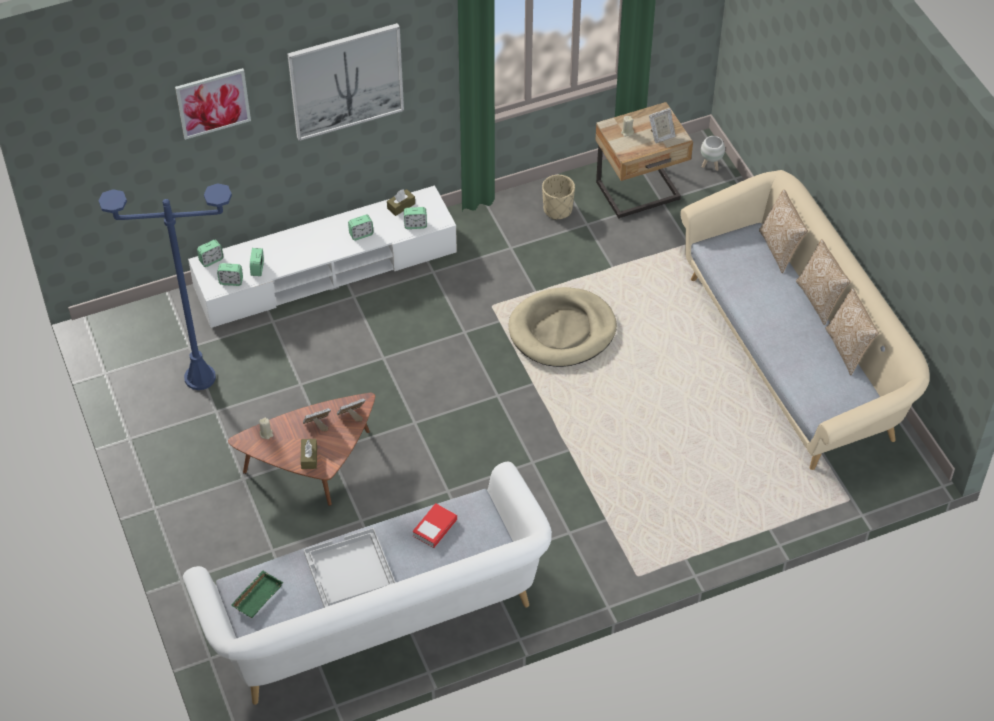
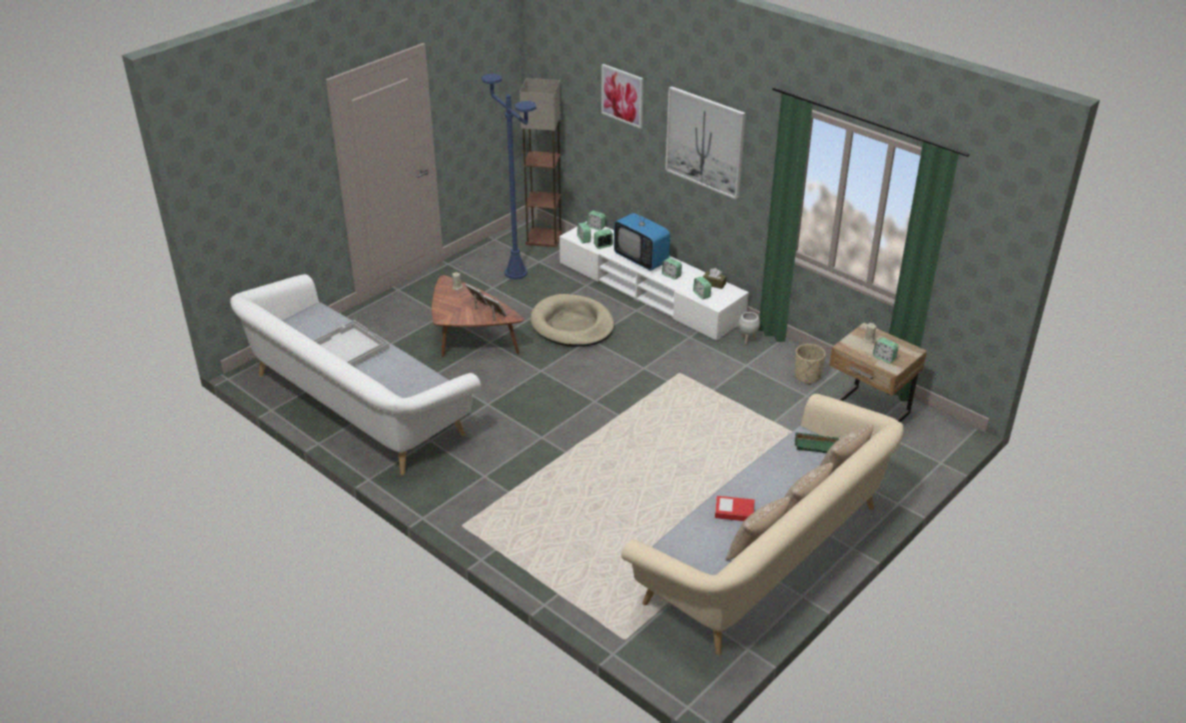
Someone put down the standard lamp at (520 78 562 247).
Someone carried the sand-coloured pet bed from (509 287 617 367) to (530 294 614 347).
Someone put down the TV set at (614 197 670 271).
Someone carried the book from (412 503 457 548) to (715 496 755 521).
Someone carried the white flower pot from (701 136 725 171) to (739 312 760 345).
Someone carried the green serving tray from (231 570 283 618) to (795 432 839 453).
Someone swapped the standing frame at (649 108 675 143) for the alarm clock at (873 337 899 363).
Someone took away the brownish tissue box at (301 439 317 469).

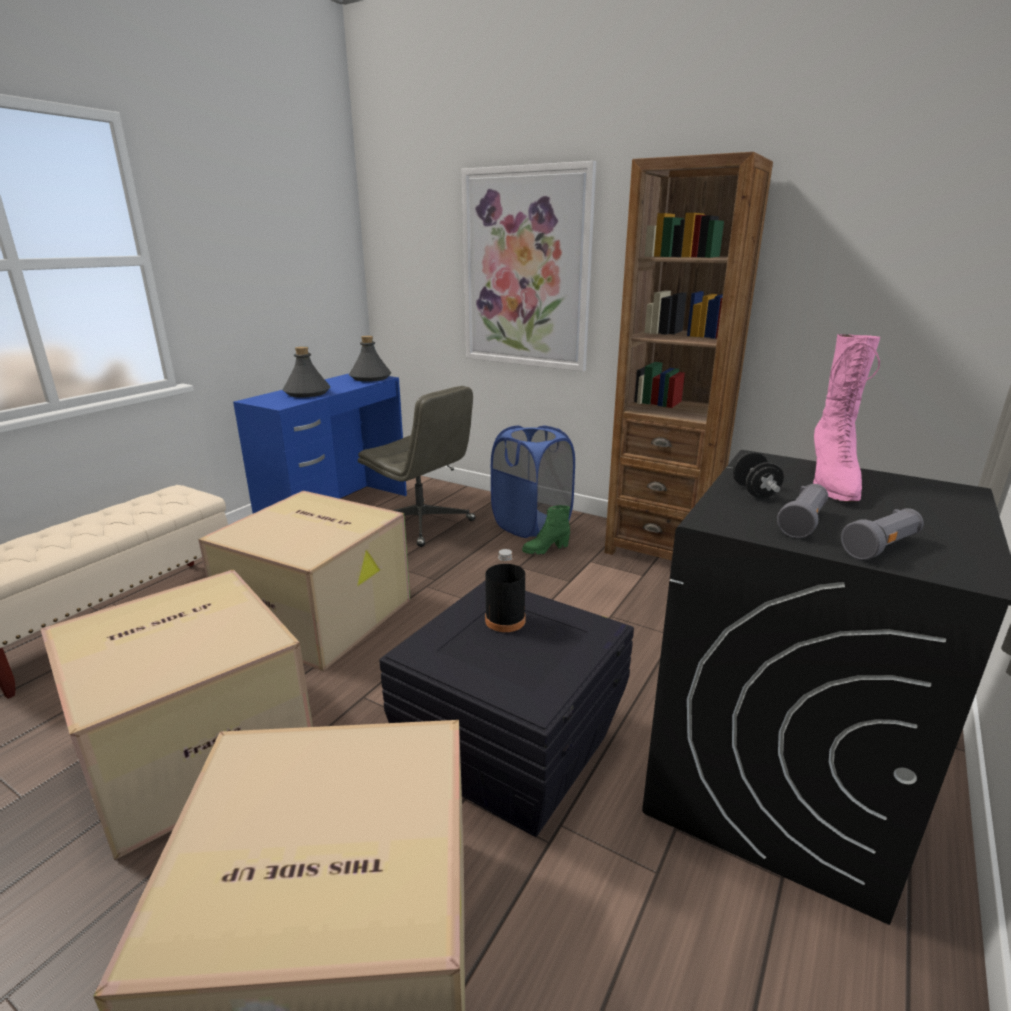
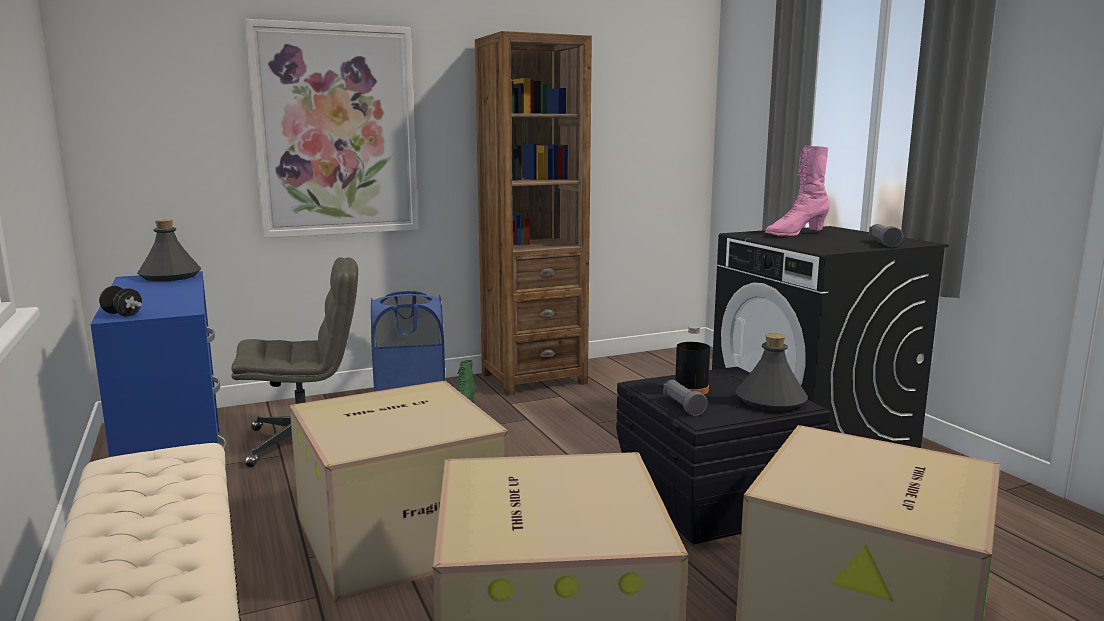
Someone carried the blackish hand weight from (733 452 784 498) to (99 286 142 317).
Someone carried the greyish hand torch from (777 484 828 538) to (663 380 707 416).
Someone carried the greyish beverage bottle from (283 346 330 398) to (736 334 808 411).
Someone rotated the pink-coloured tall boot at (813 334 881 502) by 105 degrees clockwise.

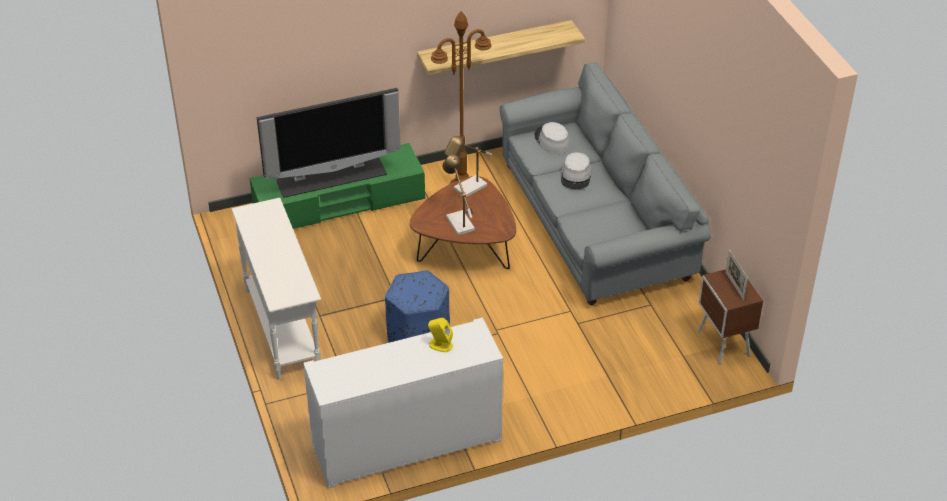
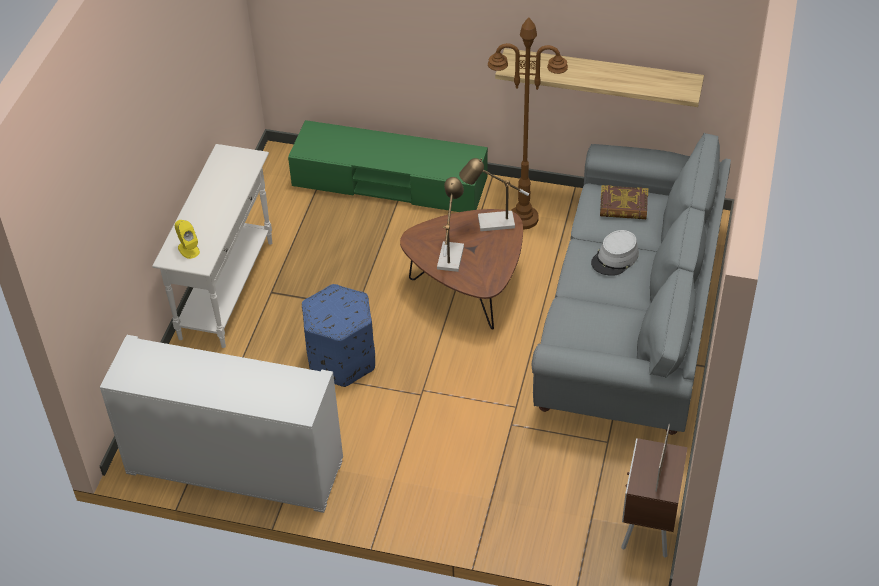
Someone carried the yellow-coloured audio speaker from (428 318 453 352) to (175 220 200 259).
Someone swapped the greyish clothing hat at (534 122 570 154) for the book at (600 185 648 219).
Someone took away the TV set at (257 88 401 198).

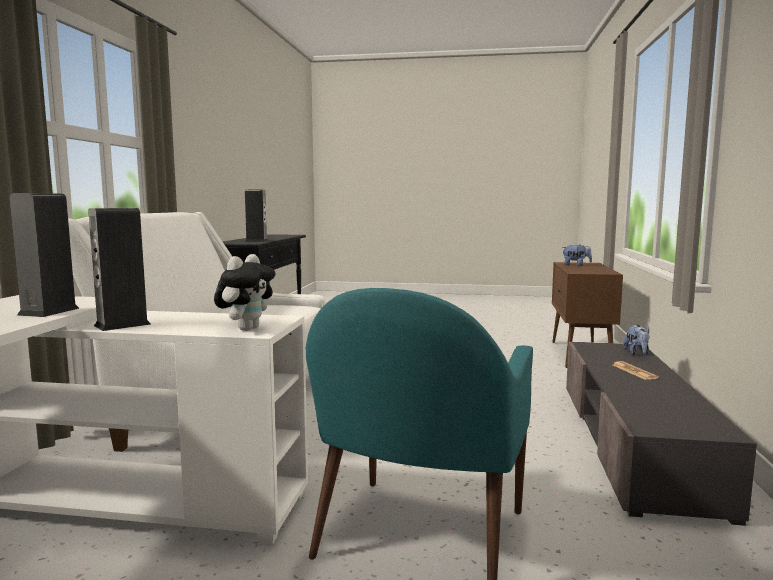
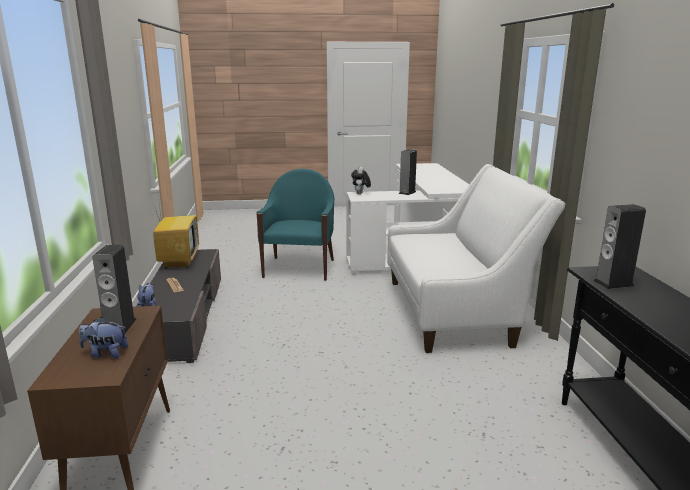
Someone carried the audio speaker from (9 193 79 317) to (92 245 137 334).
Someone put down the TV set at (153 195 199 269).

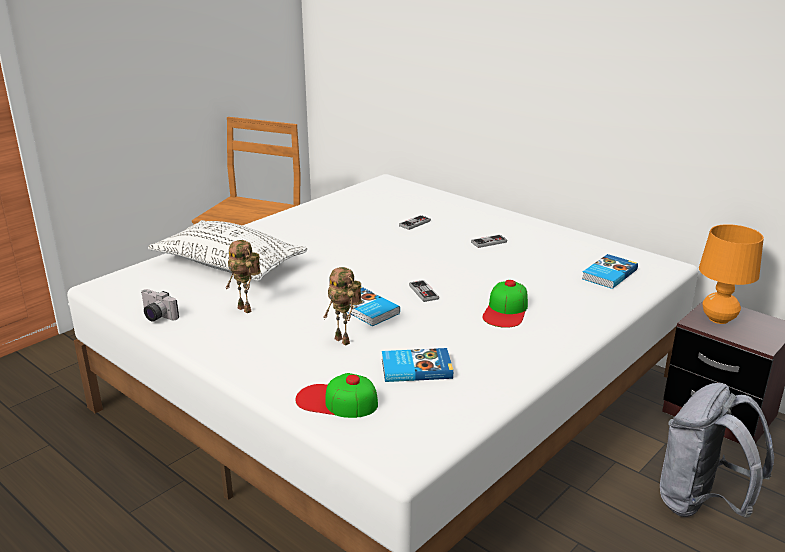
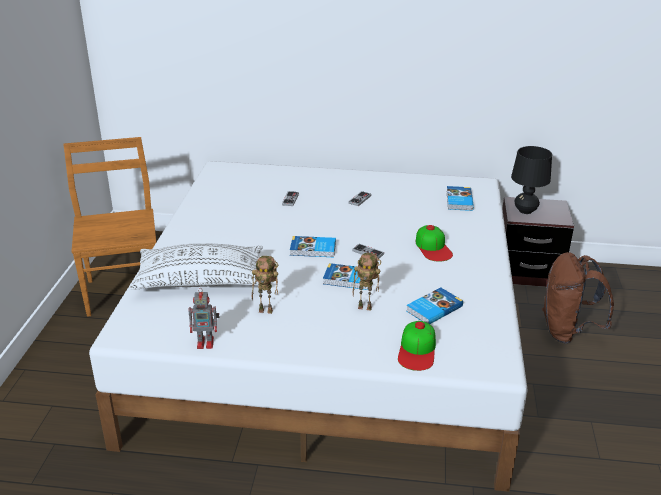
Someone swapped the photo camera at (141 289 179 322) for the robot figure at (188 288 219 349).
Someone put down the book at (290 236 336 257).
Someone rotated the peaked cap at (295 373 378 418) by 60 degrees counterclockwise.
Someone repainted the orange-coloured tabletop lamp at (699 224 764 324), which became the blackish tabletop lamp at (511 146 552 214).
Someone repainted the greyish knapsack at (660 383 774 518), which became the brownish knapsack at (542 252 614 344).

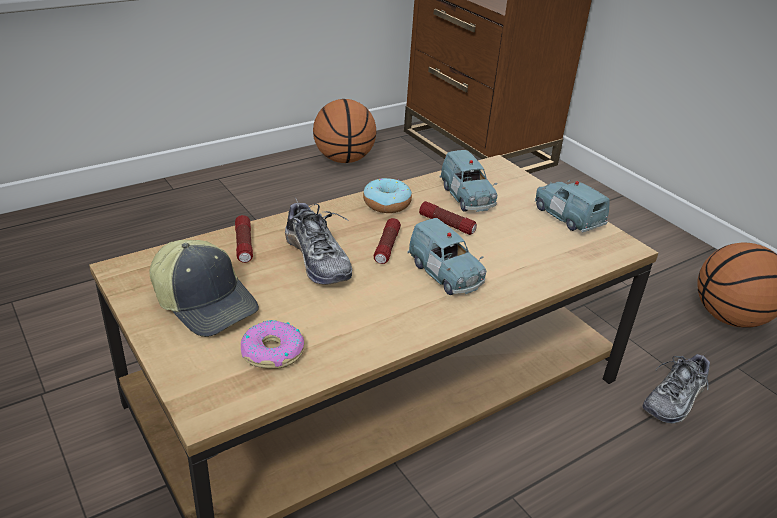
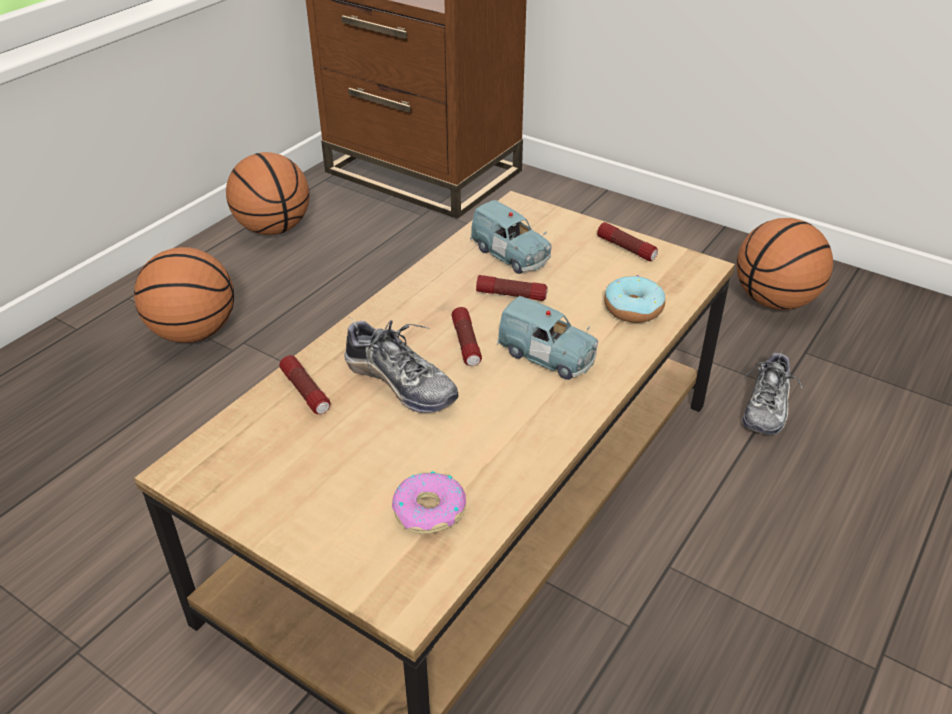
Someone put down the basketball ball at (134 247 234 343).
Someone swapped the blue miniature car at (535 180 610 232) for the hand torch at (597 222 658 261).
Someone carried the ring doughnut from (363 178 412 213) to (604 275 665 323).
Someone took away the peaked cap at (149 240 259 337).

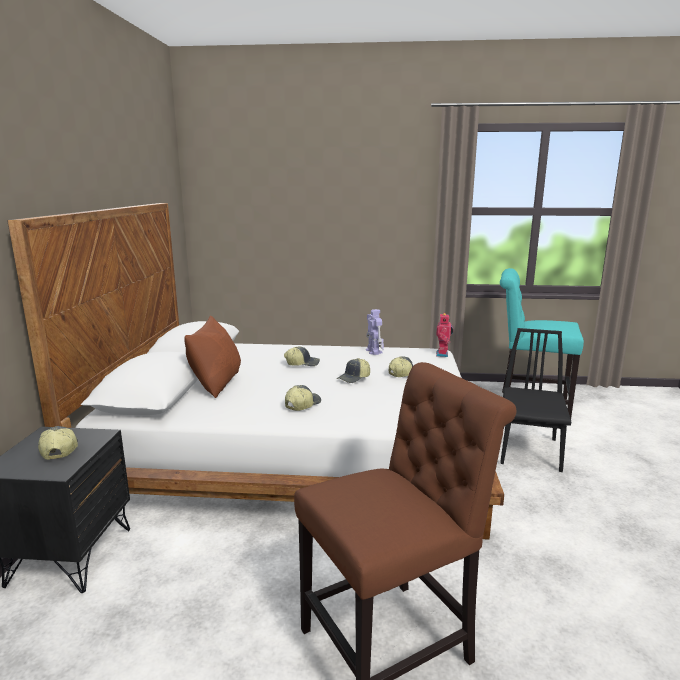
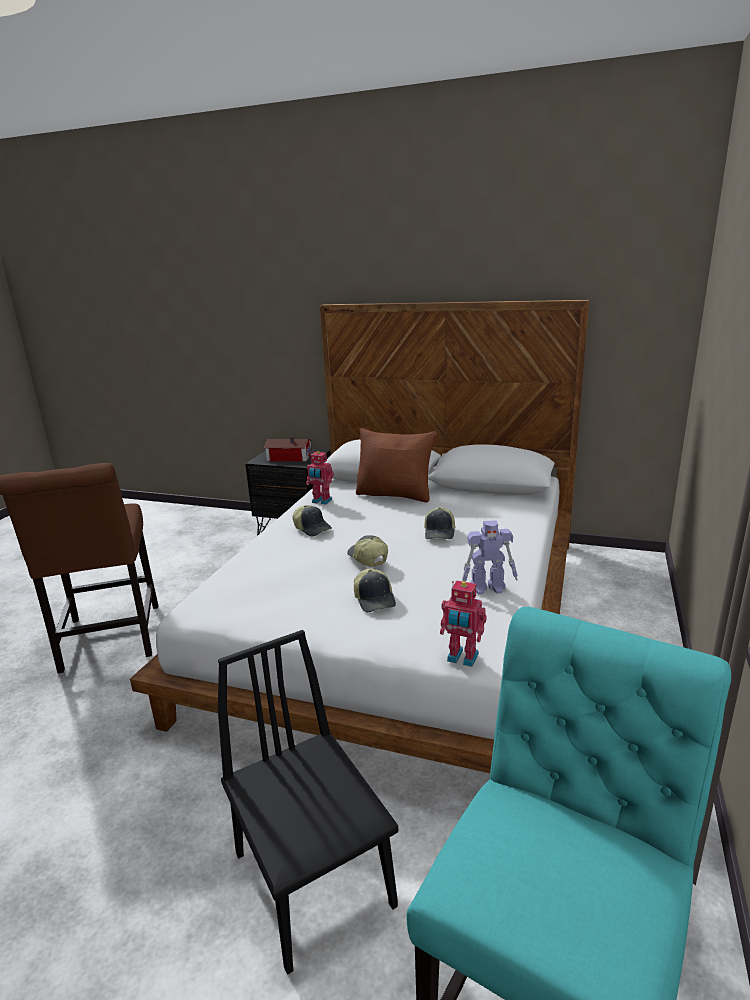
Someone rotated the blackish upright chair at (500 328 571 472) by 150 degrees counterclockwise.
Someone swapped the peaked cap at (38 426 78 460) for the toy house at (264 437 312 461).
Someone put down the robot figure at (306 451 334 504).

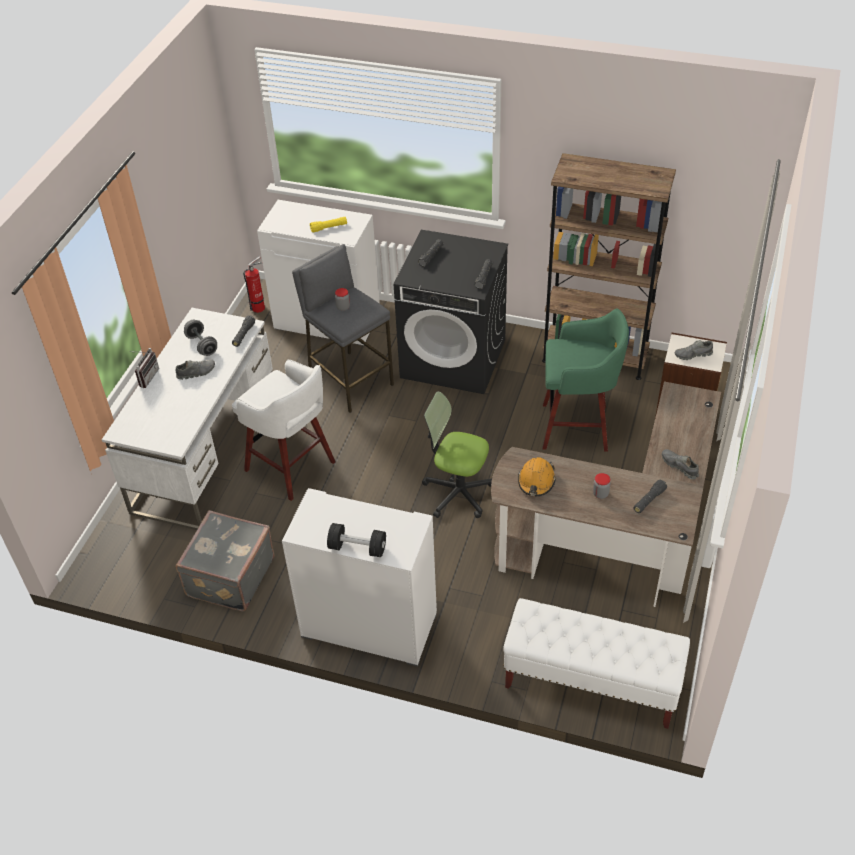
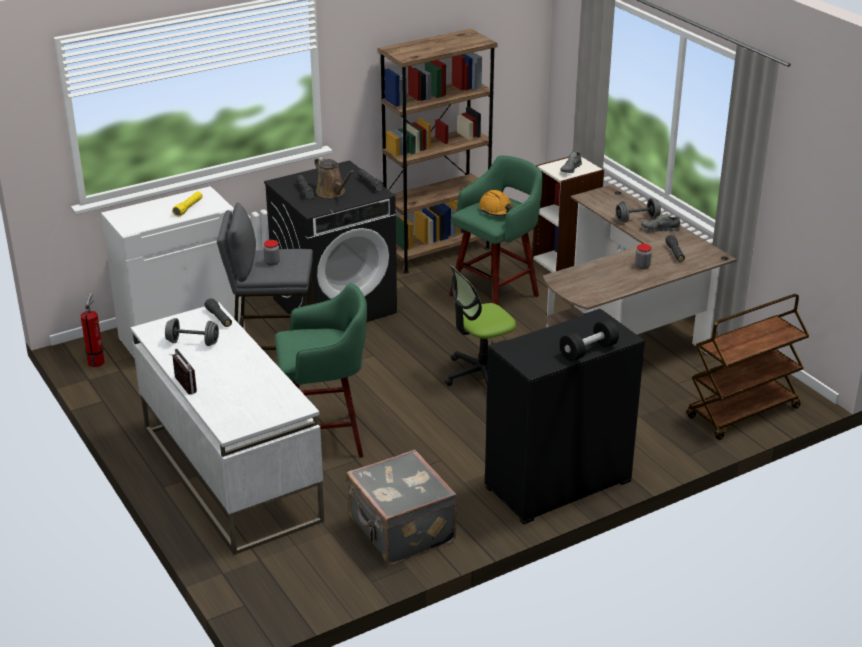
Someone repainted the white stool seat at (232 360 335 501), which became the green stool seat at (275 283 367 458).
Someone put down the brownish watering can at (314 157 355 198).
Someone carried the orange-coloured work helmet from (518 457 556 496) to (479 190 514 216).
Someone repainted the white cupboard at (282 488 437 667), which became the blackish cupboard at (485 309 645 525).
Someone put down the greyish hand weight at (616 198 661 223).
Someone swapped the white indoor bench at (503 598 690 729) for the brownish trolley at (687 294 810 440).
Someone took away the greyish low shoe at (175 360 215 380).

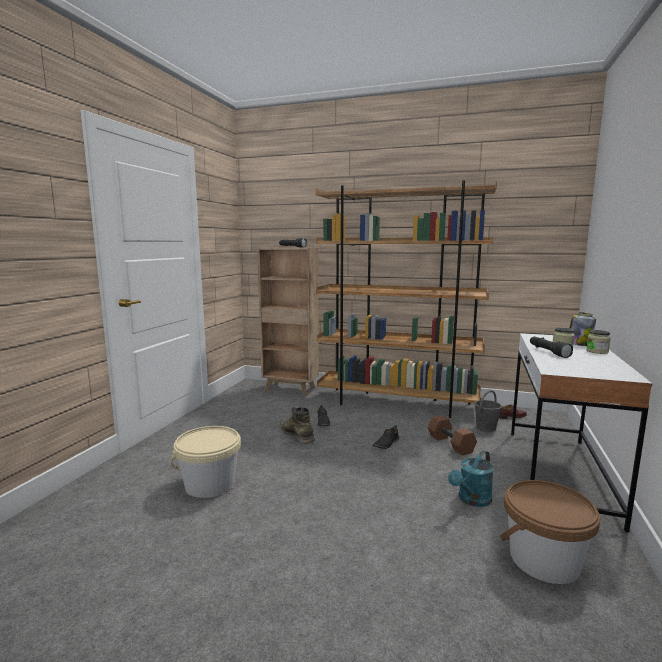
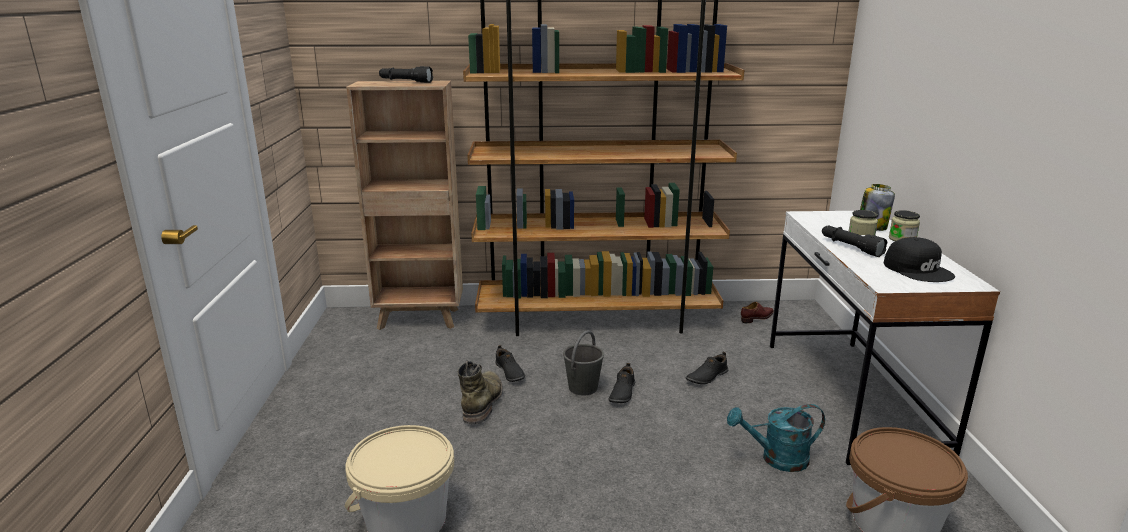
Someone rotated the green tall boot at (279 407 315 444) by 60 degrees clockwise.
Someone carried the greyish water bucket from (475 390 502 432) to (563 330 604 396).
Someone swapped the brownish hand weight at (428 415 477 455) for the blackish low shoe at (686 352 728 384).
Someone rotated the turquoise-coloured watering can at (448 450 494 507) by 60 degrees clockwise.
Someone put down the blackish peaked cap at (884 237 955 282).

